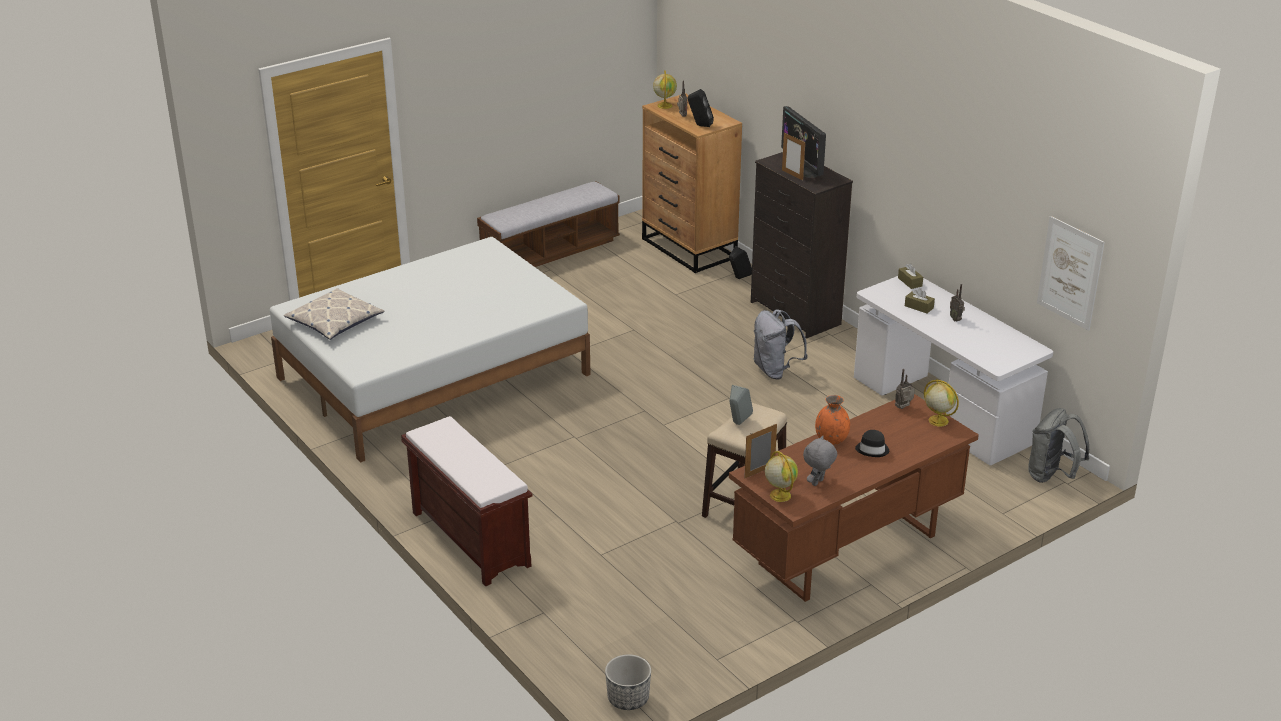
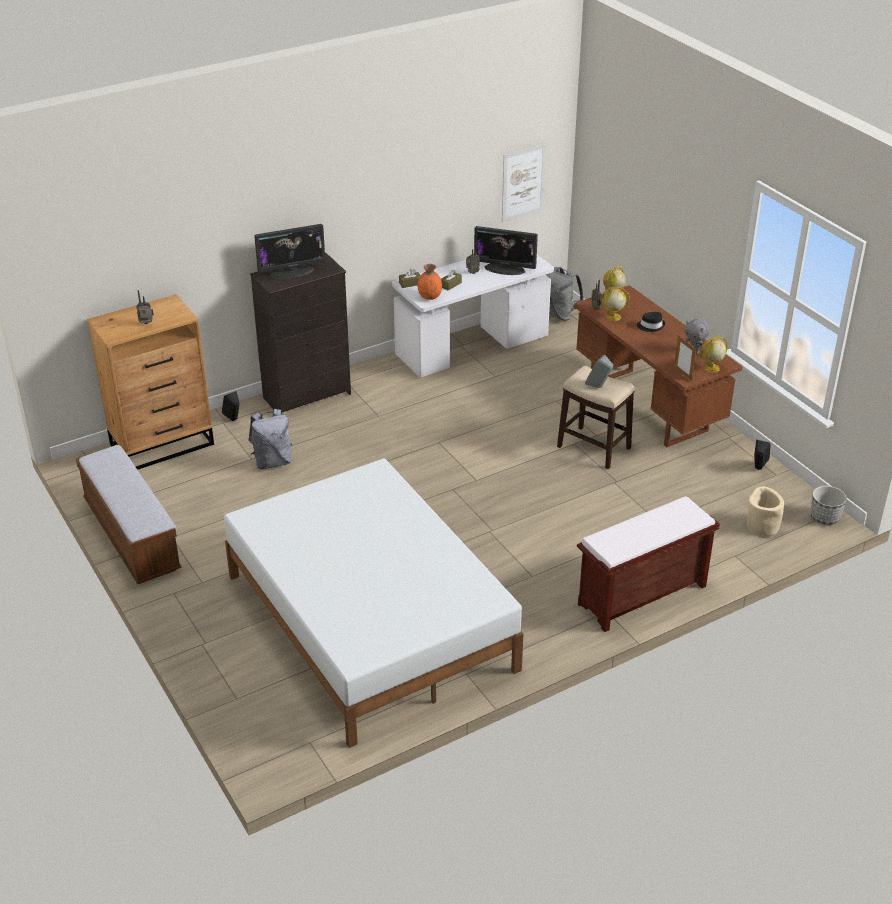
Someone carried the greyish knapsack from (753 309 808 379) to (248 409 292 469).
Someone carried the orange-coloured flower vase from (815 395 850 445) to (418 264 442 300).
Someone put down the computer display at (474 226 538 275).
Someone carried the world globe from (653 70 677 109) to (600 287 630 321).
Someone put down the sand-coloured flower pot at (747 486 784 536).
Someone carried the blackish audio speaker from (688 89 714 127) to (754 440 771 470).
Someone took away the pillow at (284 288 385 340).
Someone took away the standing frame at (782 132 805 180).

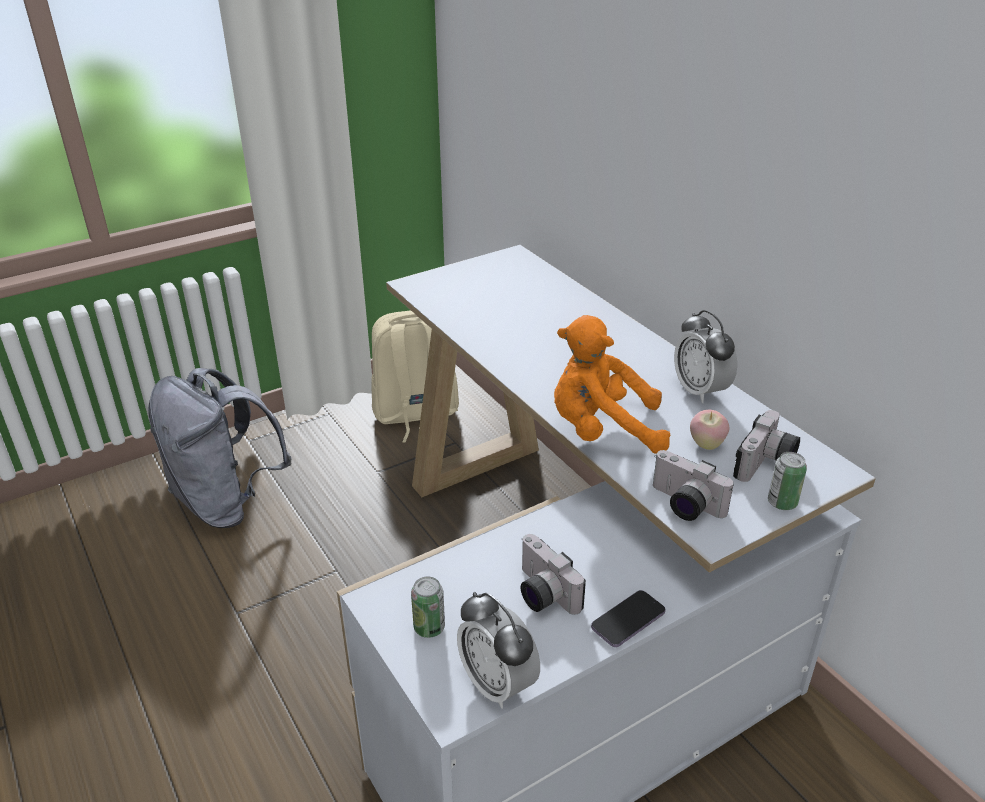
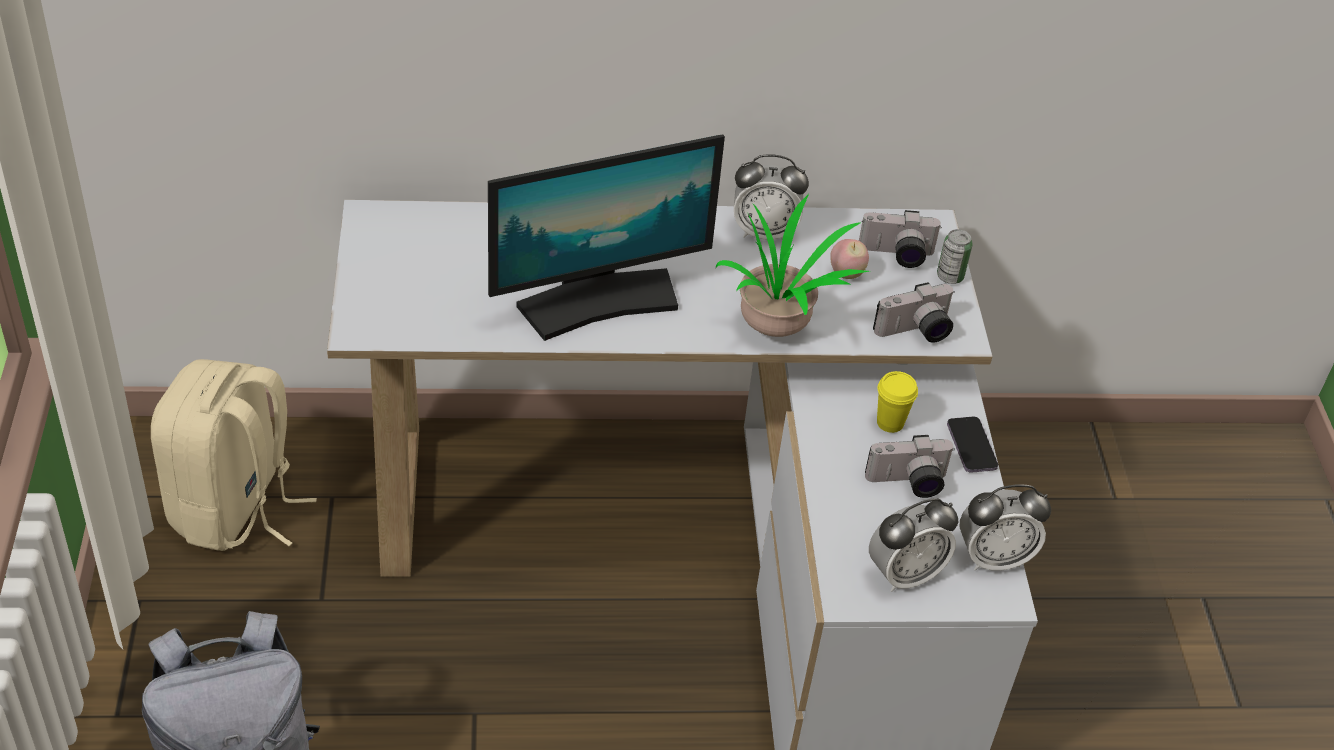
Someone put down the computer display at (488 135 725 341).
Someone swapped the orange-coloured soft toy at (554 315 670 454) for the houseplant at (716 194 869 337).
Someone rotated the photo camera at (733 410 800 482) by 120 degrees clockwise.
Someone swapped the metal can at (411 576 445 638) for the alarm clock at (869 498 958 592).
Someone put down the yellow-coloured small cup at (877 371 918 433).

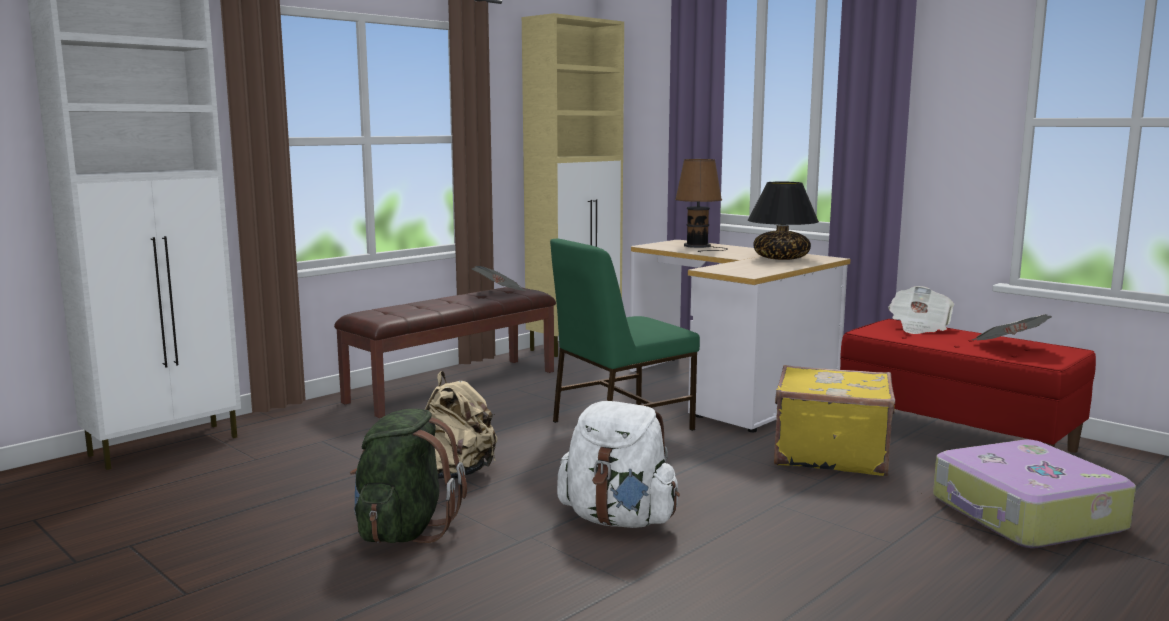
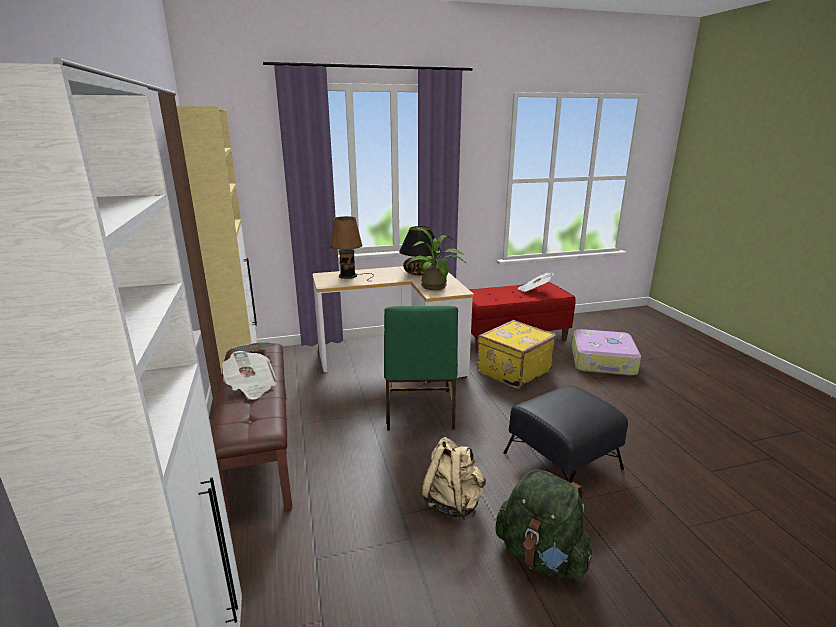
Someone carried the newspaper from (888 286 954 334) to (222 351 277 400).
Someone put down the houseplant at (405 227 467 290).
Someone swapped the white knapsack at (557 401 680 528) for the blackish pouffe at (504 385 628 483).

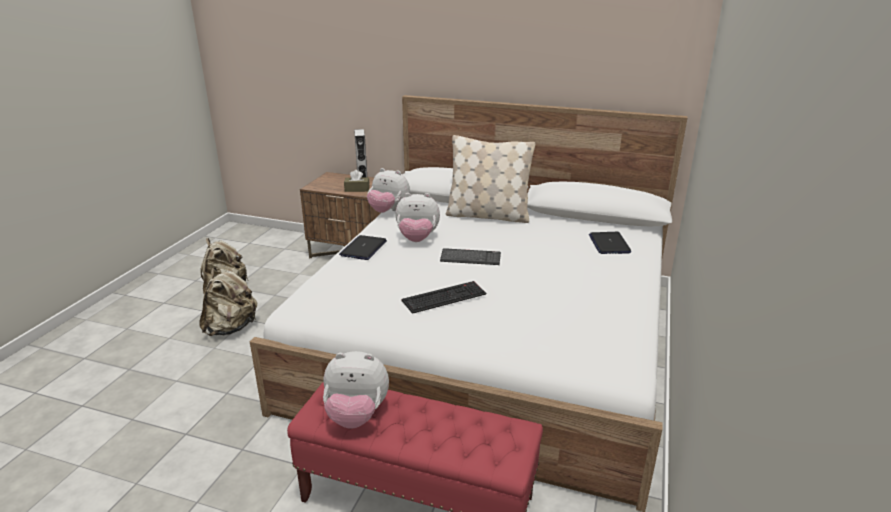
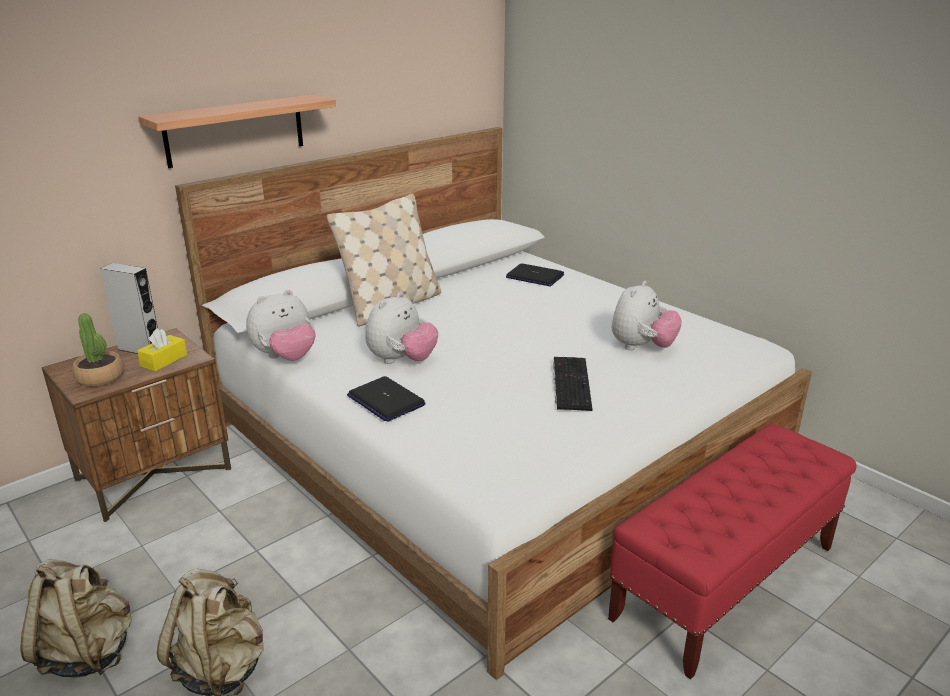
Someone put down the houseplant at (72 313 124 387).
Someone repainted the brownish tissue box at (344 170 369 192), which became the yellow-coloured tissue box at (137 328 187 371).
Someone put up the bracket shelf at (138 95 336 168).
Someone carried the soft toy from (323 351 389 429) to (612 281 682 350).
Someone took away the PC keyboard at (440 248 501 265).

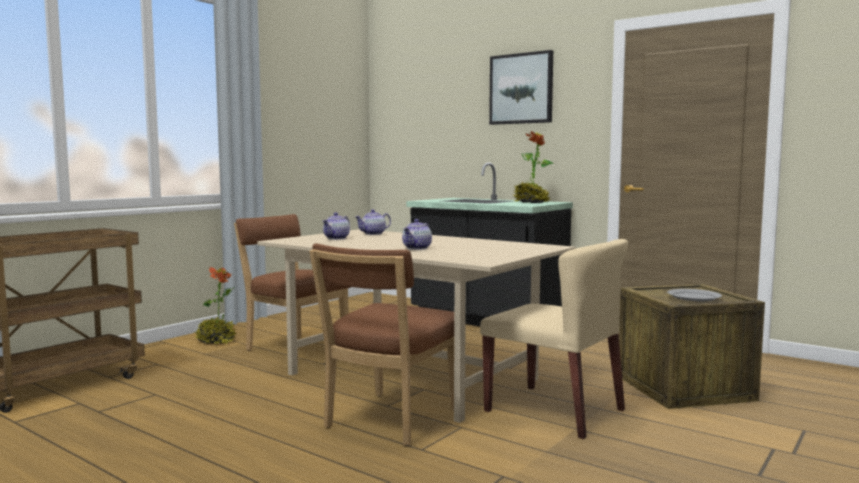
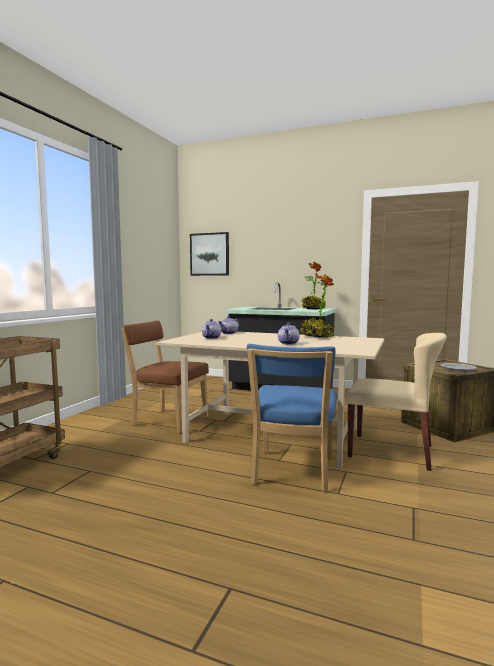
Someone carried the picture from (489 50 553 125) to (190 232 229 276).
Someone repainted the brownish upright chair at (309 243 454 446), which became the blue upright chair at (247 344 337 492).
Someone carried the houseplant from (195 267 236 344) to (300 274 336 338).

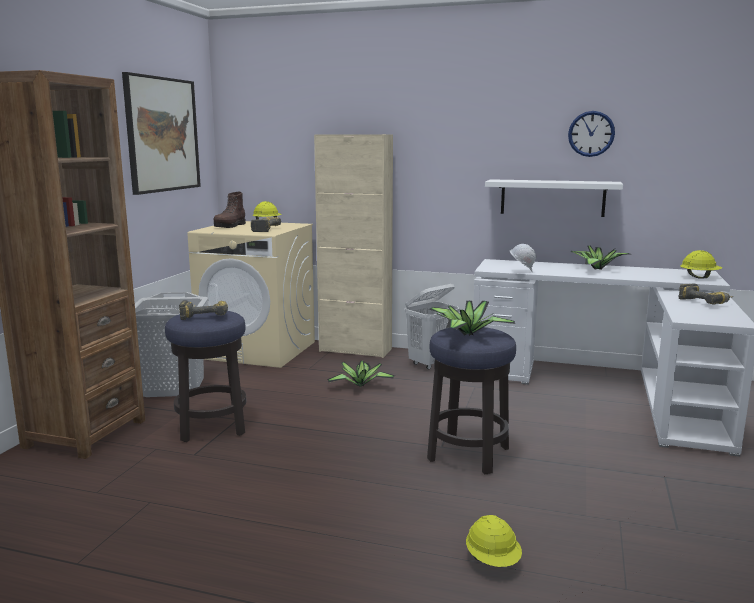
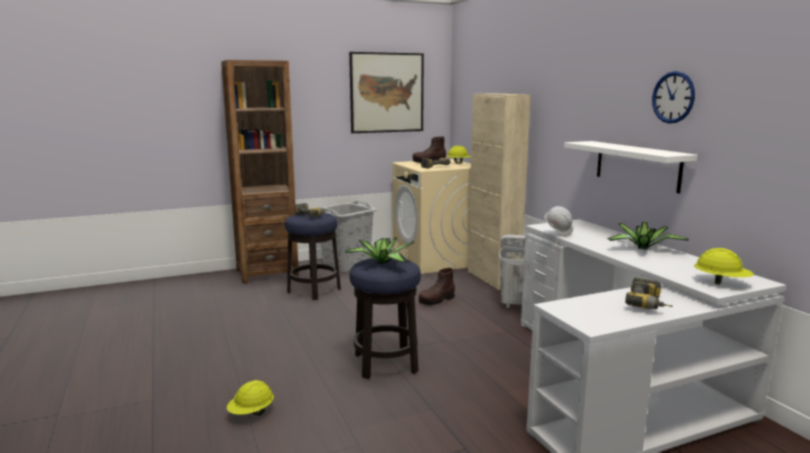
Someone swapped the houseplant at (327 361 395 387) for the brownish tall boot at (419 268 455 305).

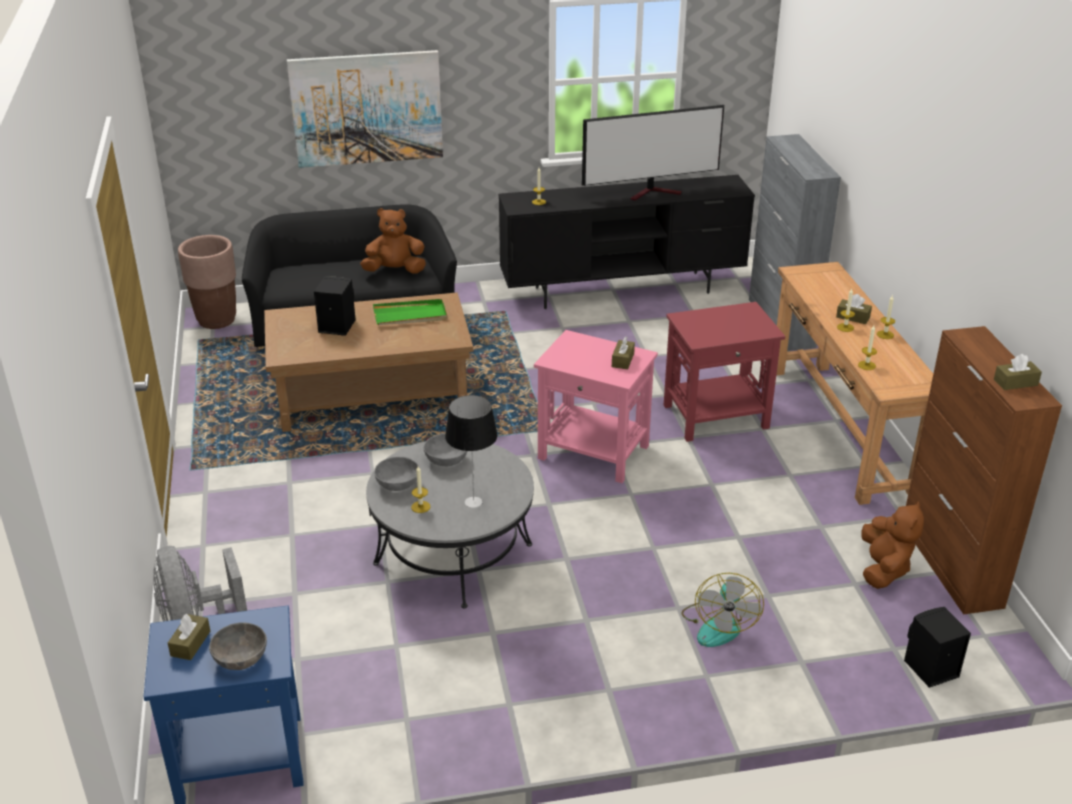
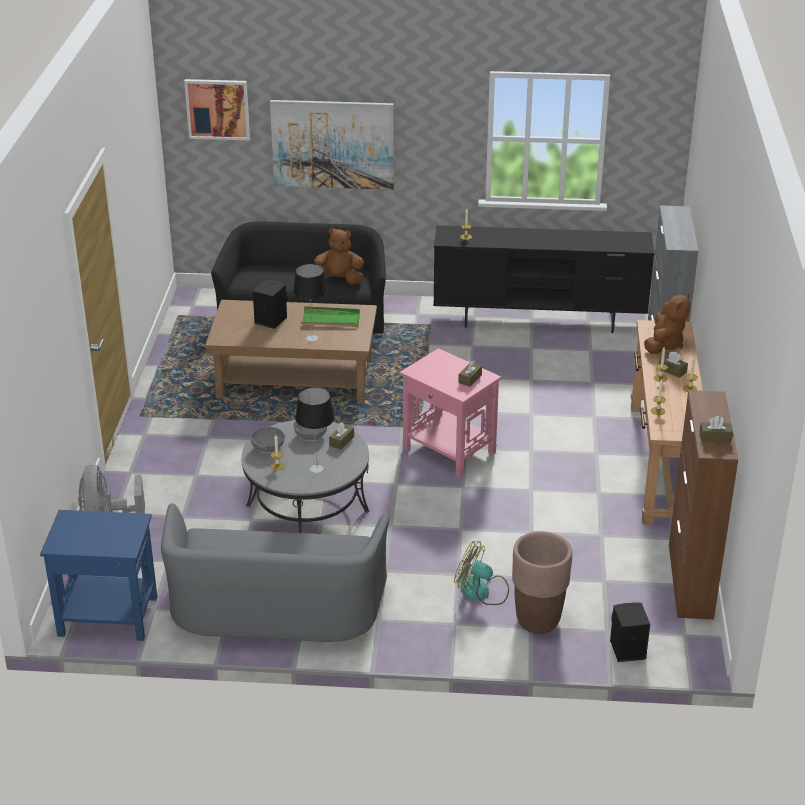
Someone put down the greyish settee at (161 503 390 642).
Someone put up the picture at (184 79 250 141).
Someone put down the tabletop lamp at (293 264 328 342).
Someone carried the brownish tissue box from (168 614 210 660) to (329 422 354 450).
Someone rotated the cooling fan at (682 573 764 647) by 90 degrees clockwise.
Someone carried the brownish flower pot from (178 235 236 329) to (512 531 572 634).
Someone carried the brownish soft toy from (861 501 924 589) to (644 293 690 354).
Someone took away the greyish deep dish at (209 622 267 670).
Someone took away the TV set at (582 105 724 200).
Someone took away the red-coloured accent table at (664 302 785 442).

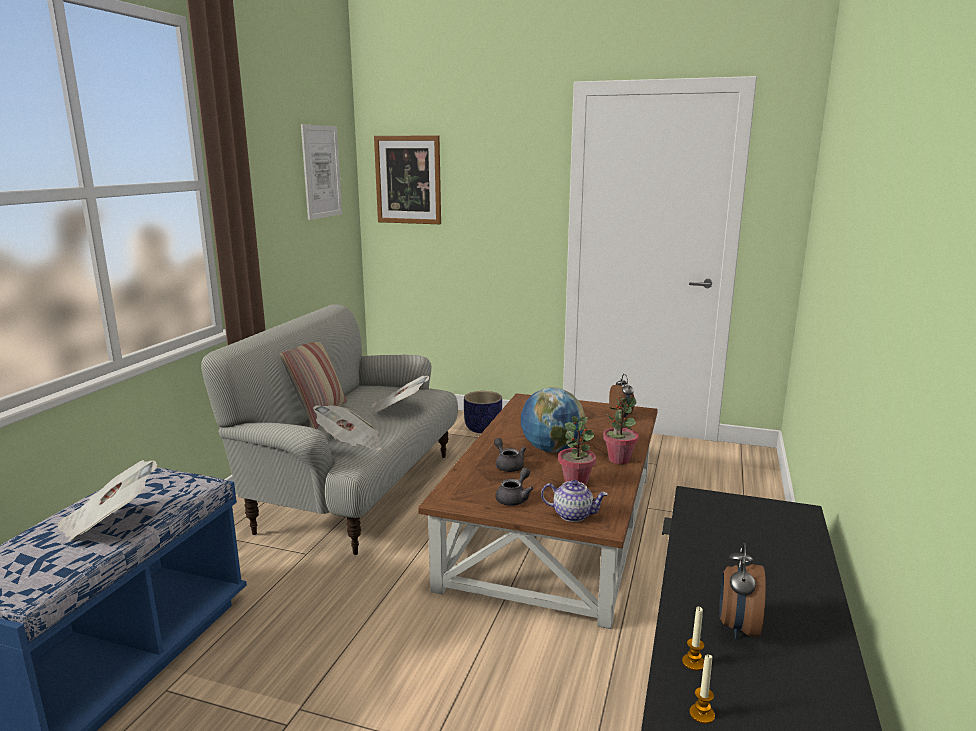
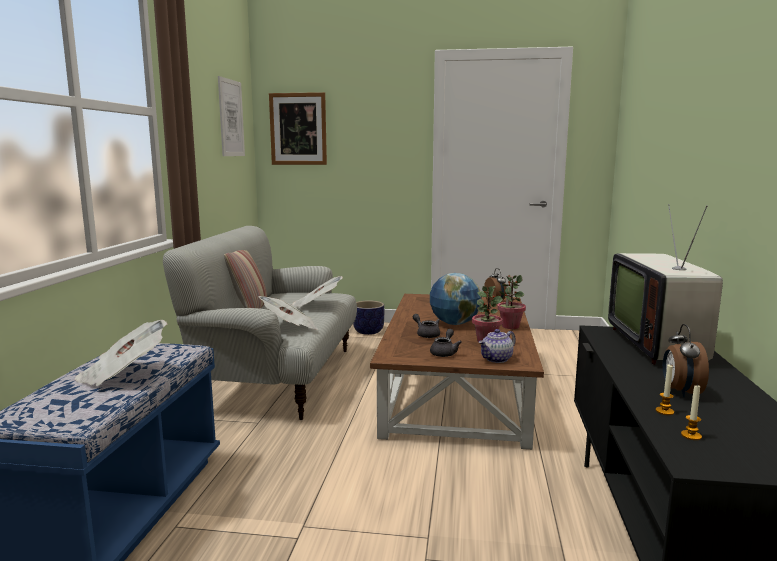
Someone rotated the pot for tea at (541 480 608 522) by 135 degrees clockwise.
Someone put down the TV set at (608 204 723 365).

